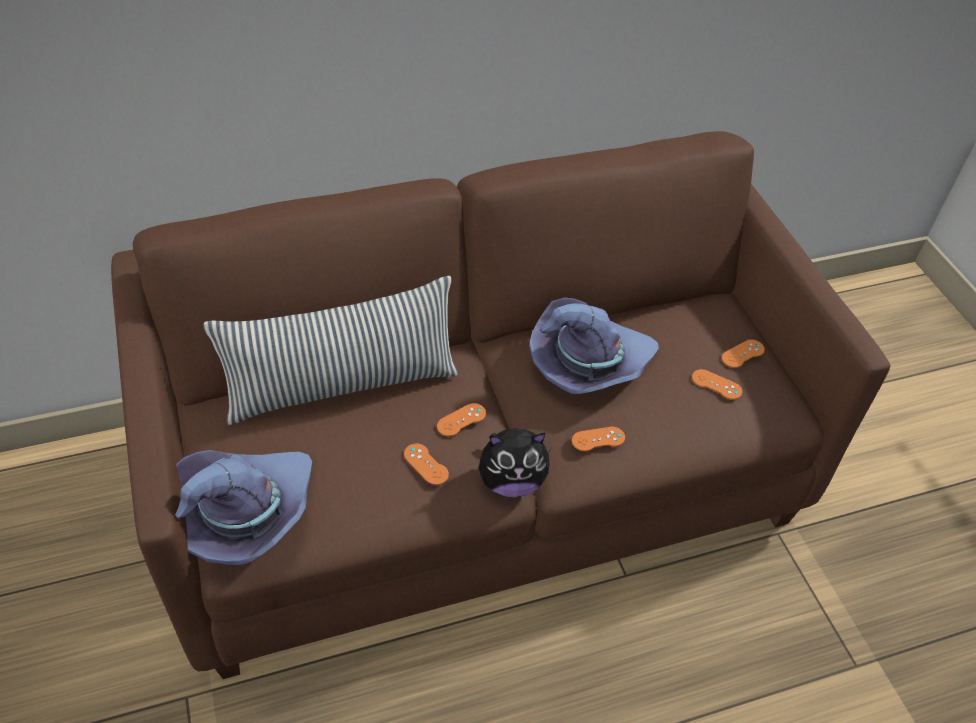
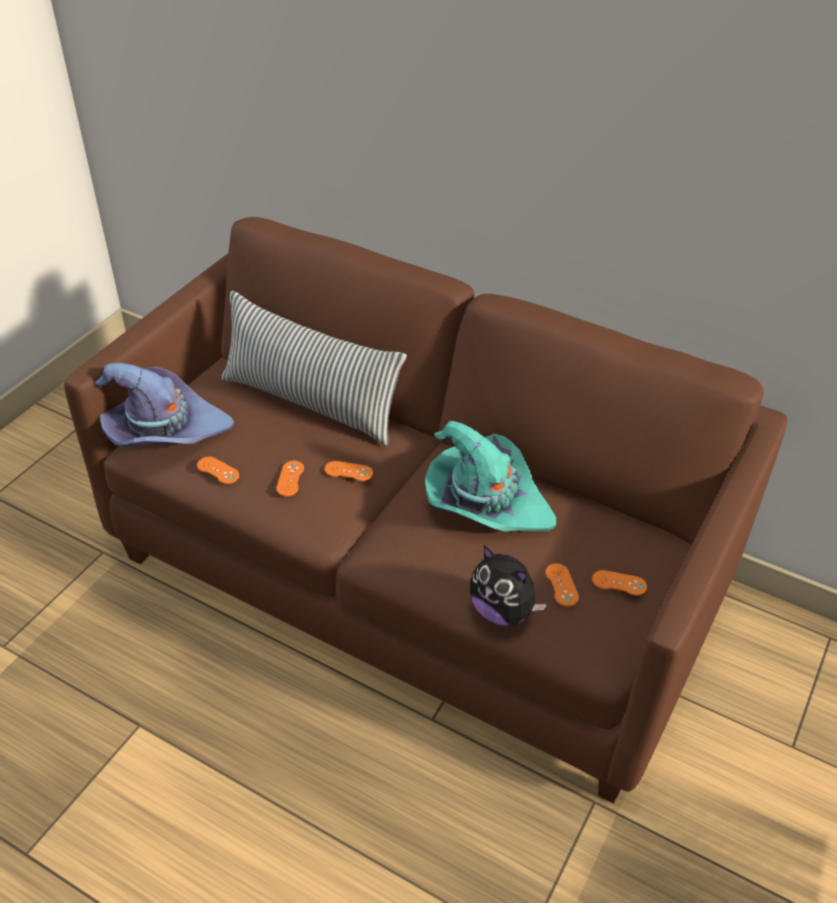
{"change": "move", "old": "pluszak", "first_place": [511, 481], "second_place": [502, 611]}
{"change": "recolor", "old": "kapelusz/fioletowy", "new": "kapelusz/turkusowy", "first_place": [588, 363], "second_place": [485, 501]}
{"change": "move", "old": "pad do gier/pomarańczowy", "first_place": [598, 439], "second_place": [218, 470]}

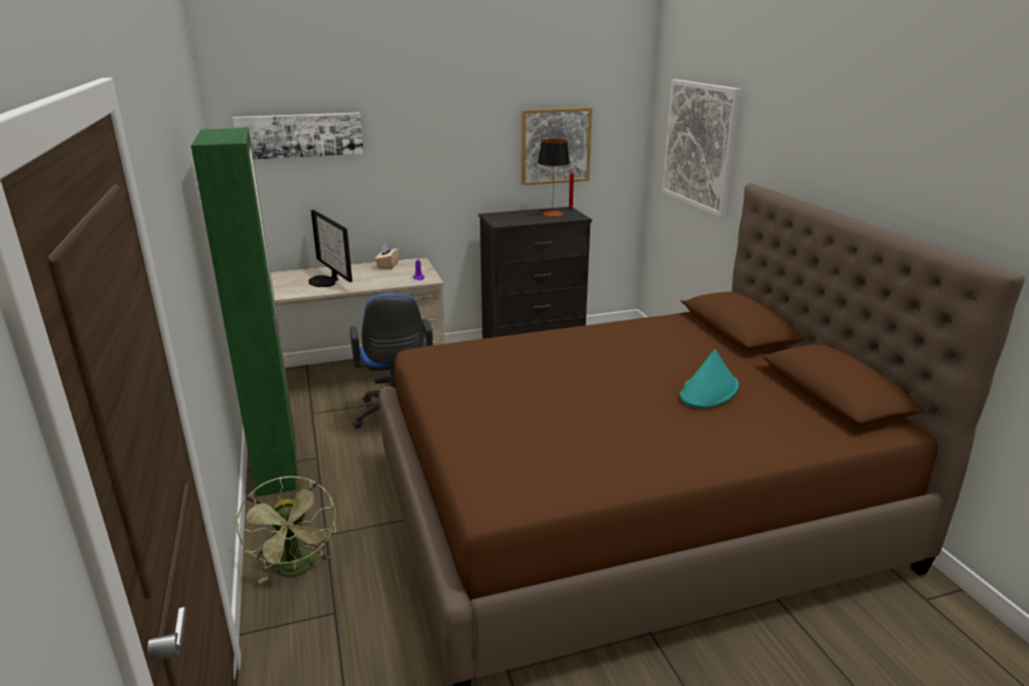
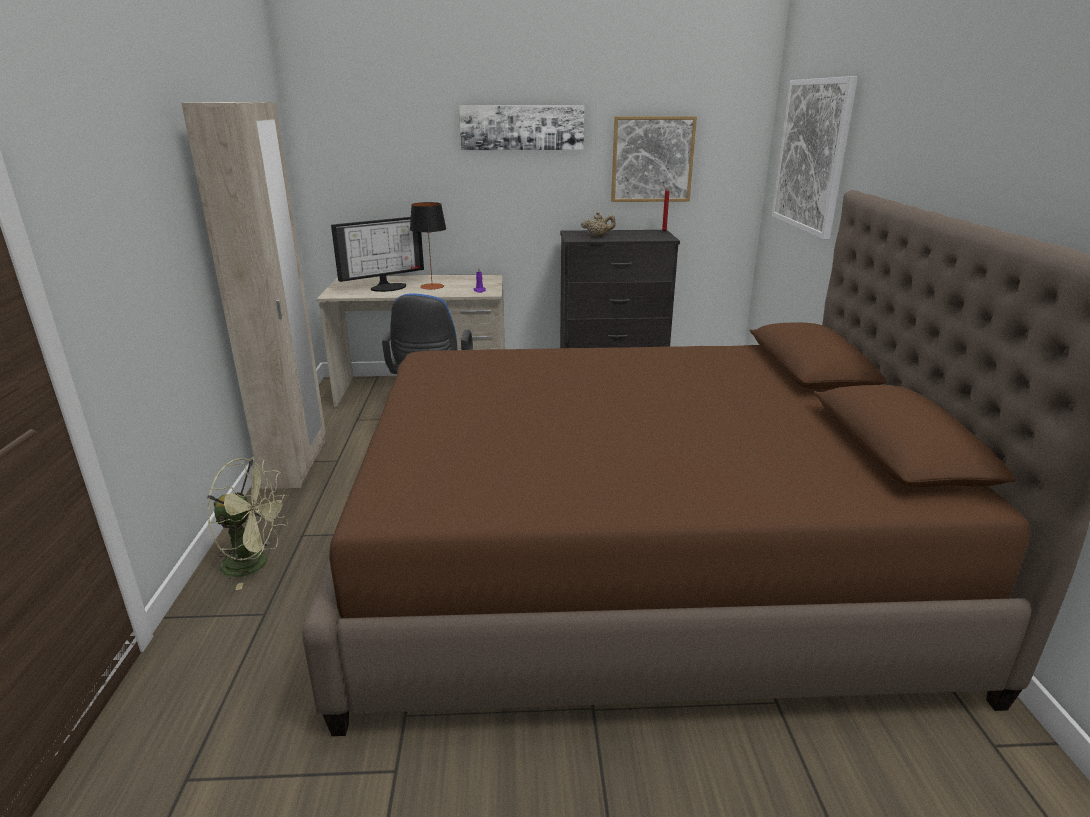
{"change": "recolor", "old": "szafa/zielony", "new": "szafa/beżowy", "first_place": [277, 466], "second_place": [296, 464]}
{"change": "move", "old": "obraz", "first_place": [300, 135], "second_place": [522, 127]}
{"change": "rotate", "old": "wentylator/zielony", "first_place": [297, 569], "second_place": [255, 564], "degrees": -75}
{"change": "rotate", "old": "monitor", "first_place": [326, 281], "second_place": [388, 286], "degrees": -105}
{"change": "delete", "old": "pudełko chusteczek/beżowy", "first_place": [388, 266]}
{"change": "move", "old": "lampa stołowa", "first_place": [552, 213], "second_place": [432, 286]}
{"change": "delete", "old": "kapelusz/turkusowy", "first_place": [709, 391]}
{"change": "insert", "new": "imbryk/beżowy", "second_place": [598, 236]}

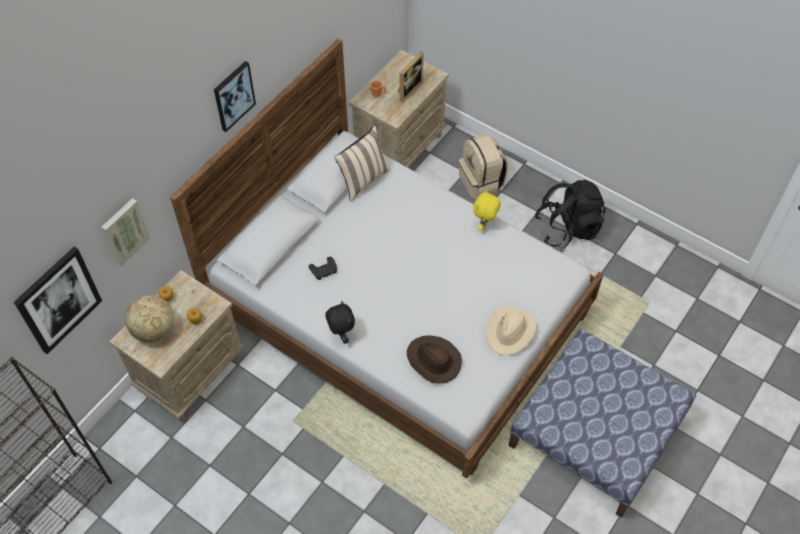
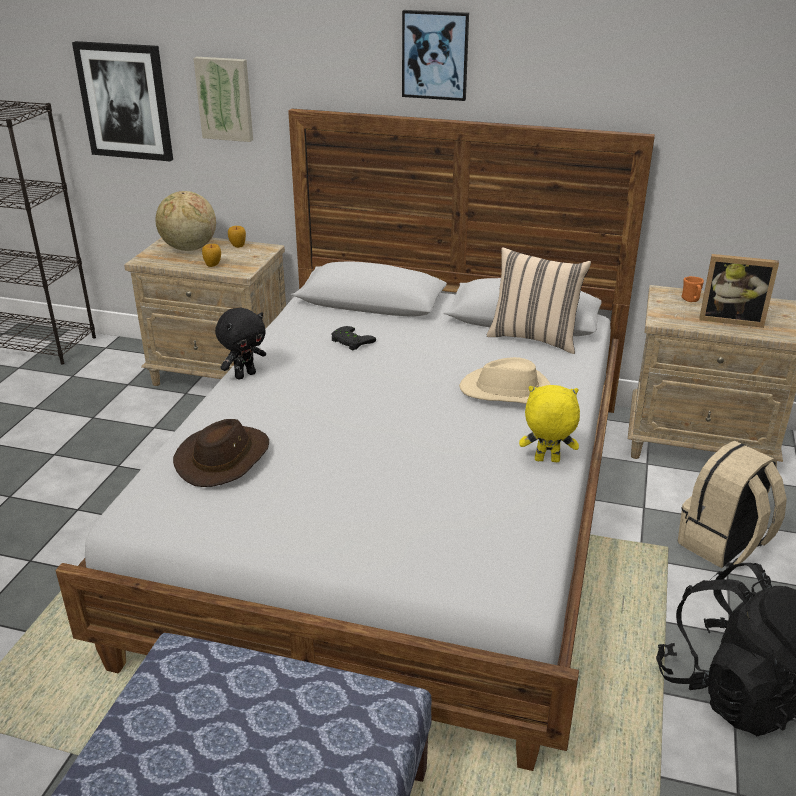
{"change": "move", "old": "kapelusz/beżowy", "first_place": [510, 331], "second_place": [506, 391]}

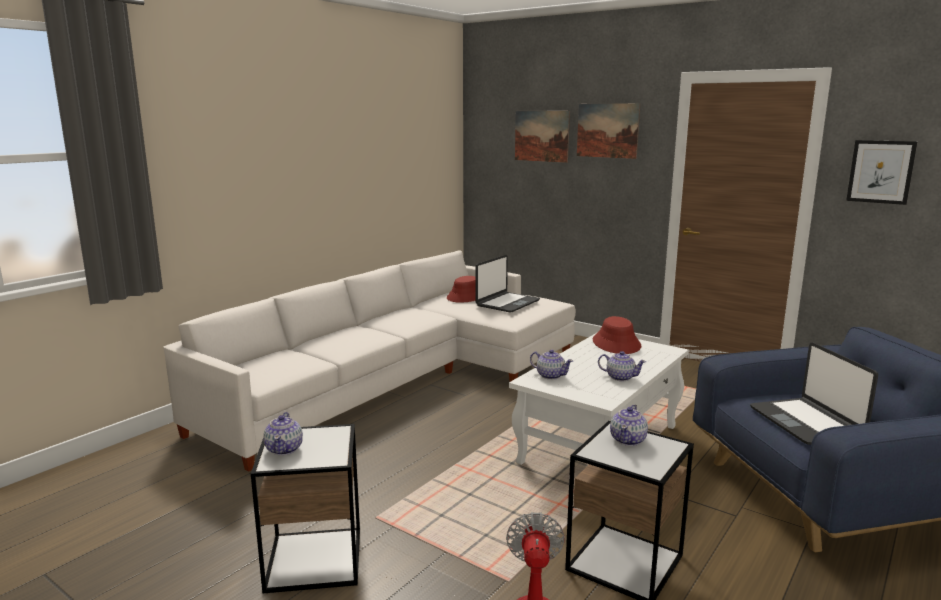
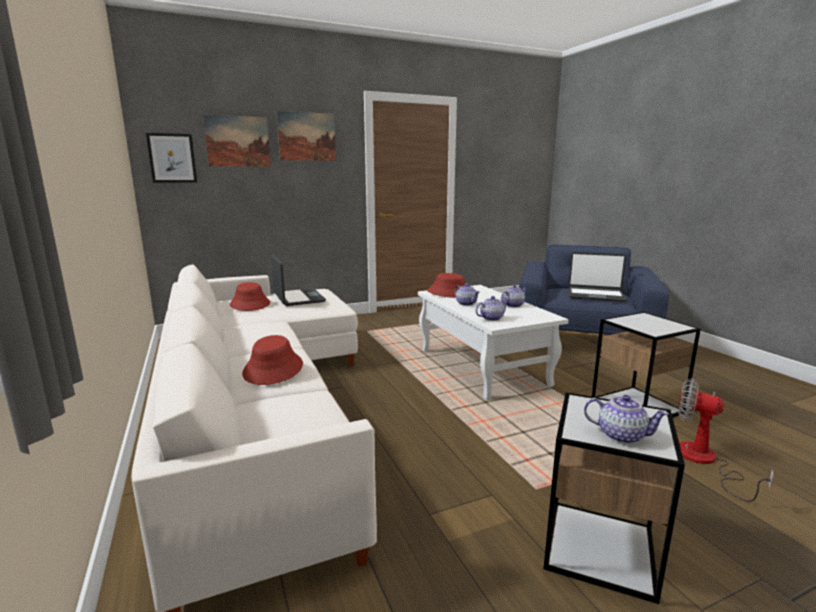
{"change": "move", "old": "imbryk", "first_place": [628, 440], "second_place": [466, 303]}
{"change": "move", "old": "obraz", "first_place": [880, 171], "second_place": [172, 158]}
{"change": "insert", "new": "kapelusz/czerwony", "second_place": [273, 369]}

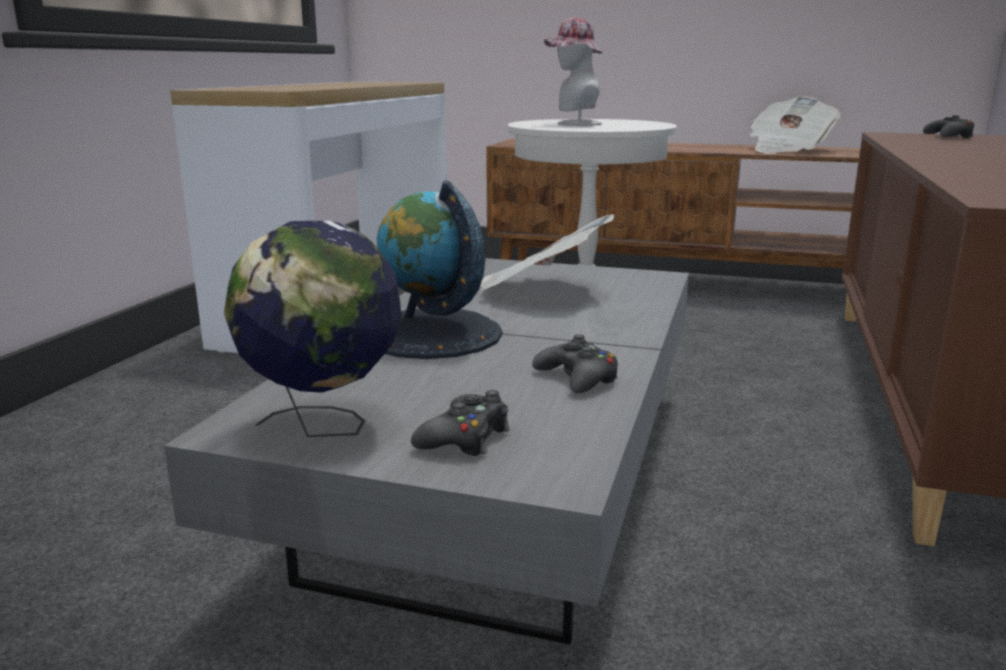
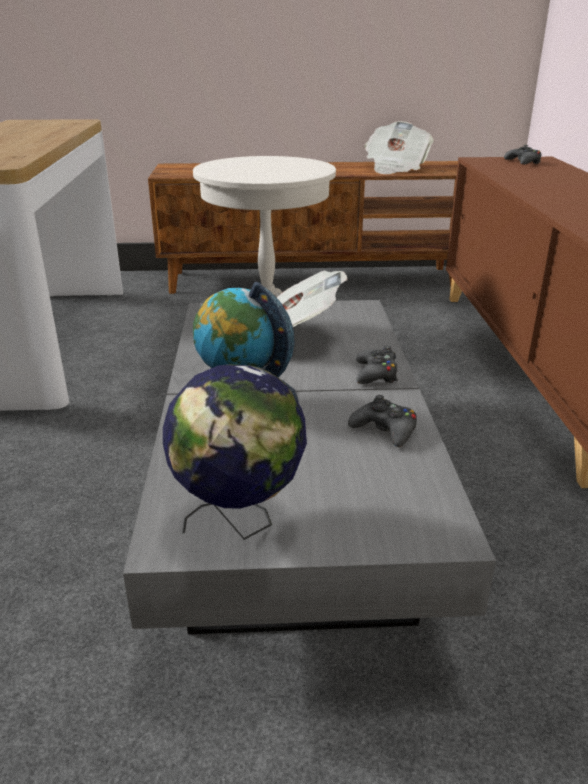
{"change": "move", "old": "pad do gier/czarny", "first_place": [465, 438], "second_place": [376, 374]}
{"change": "delete", "old": "kapelusz", "first_place": [573, 124]}

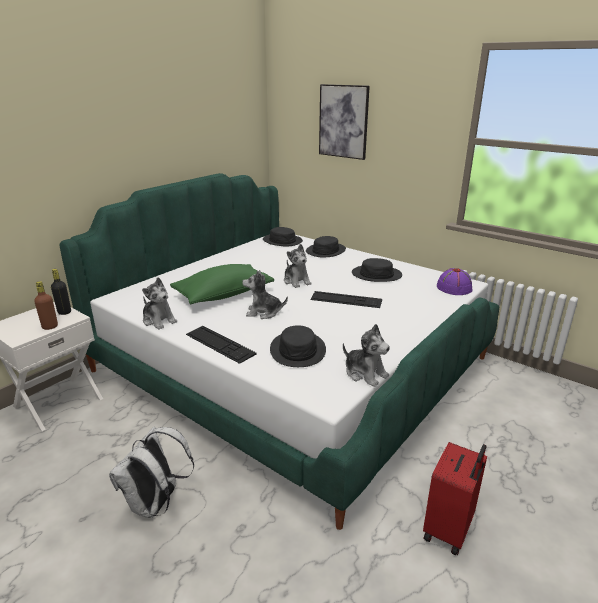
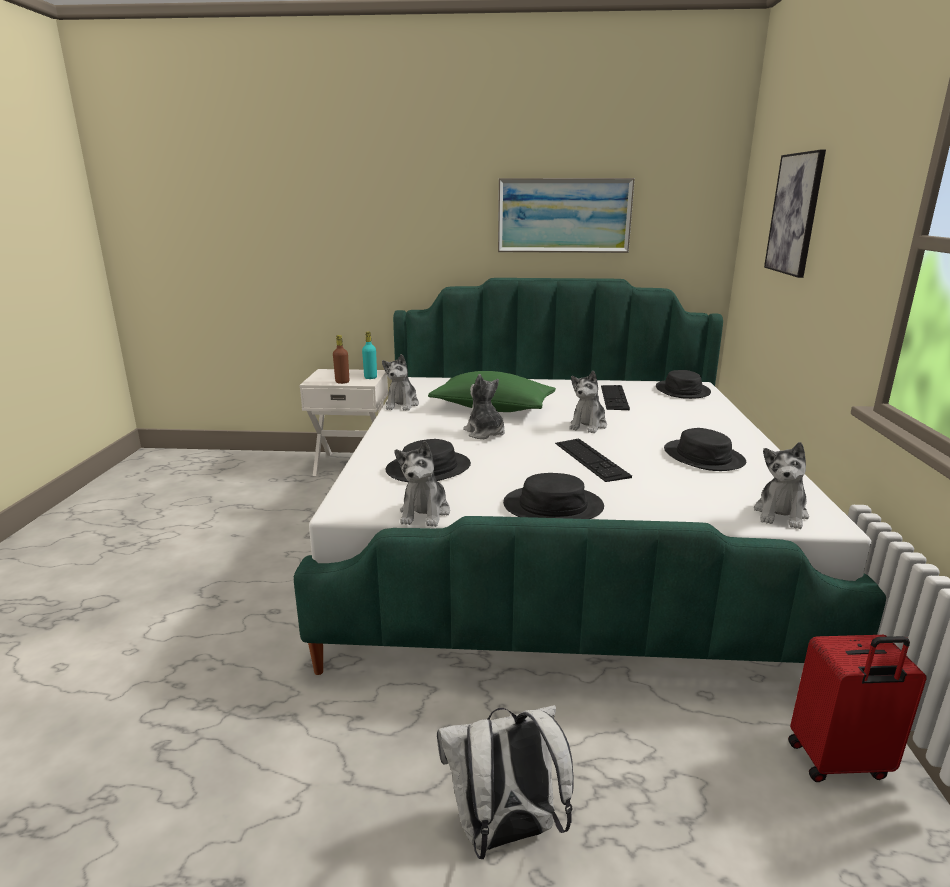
{"change": "recolor", "old": "butelka/czarny", "new": "butelka/turkusowy", "first_place": [64, 312], "second_place": [370, 377]}
{"change": "move", "old": "plecak/biały", "first_place": [156, 504], "second_place": [505, 833]}
{"change": "move", "old": "klawiatura", "first_place": [219, 344], "second_place": [614, 397]}
{"change": "move", "old": "kapelusz/czarny", "first_place": [325, 251], "second_place": [553, 506]}
{"change": "move", "old": "walizka/czerwony", "first_place": [449, 530], "second_place": [838, 762]}
{"change": "replace", "old": "kapelusz/fioletowy", "new": "pluszak", "first_place": [454, 287], "second_place": [781, 514]}
{"change": "insert", "new": "obraz", "second_place": [564, 215]}

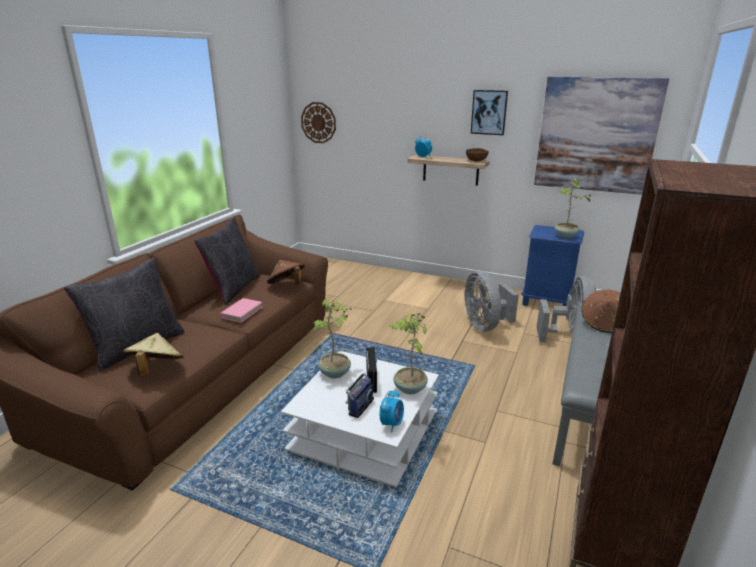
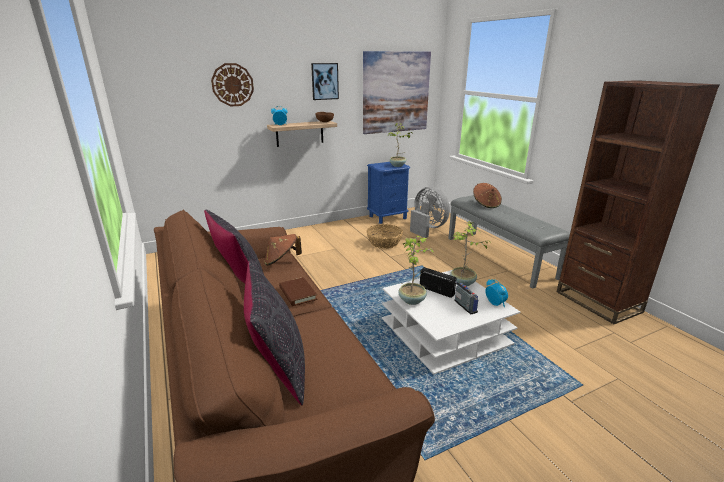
{"change": "delete", "old": "kapelusz/beżowy", "first_place": [156, 369]}
{"change": "recolor", "old": "książka/różowy", "new": "książka/brązowy", "first_place": [242, 312], "second_place": [298, 293]}
{"change": "move", "old": "zegar ścienny", "first_place": [318, 122], "second_place": [232, 85]}
{"change": "replace", "old": "wentylator/szary", "new": "koszyk", "first_place": [485, 325], "second_place": [384, 243]}

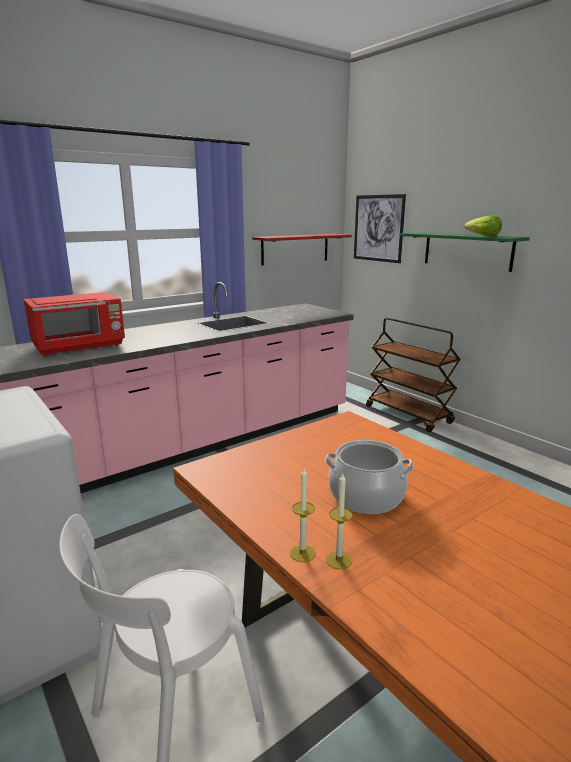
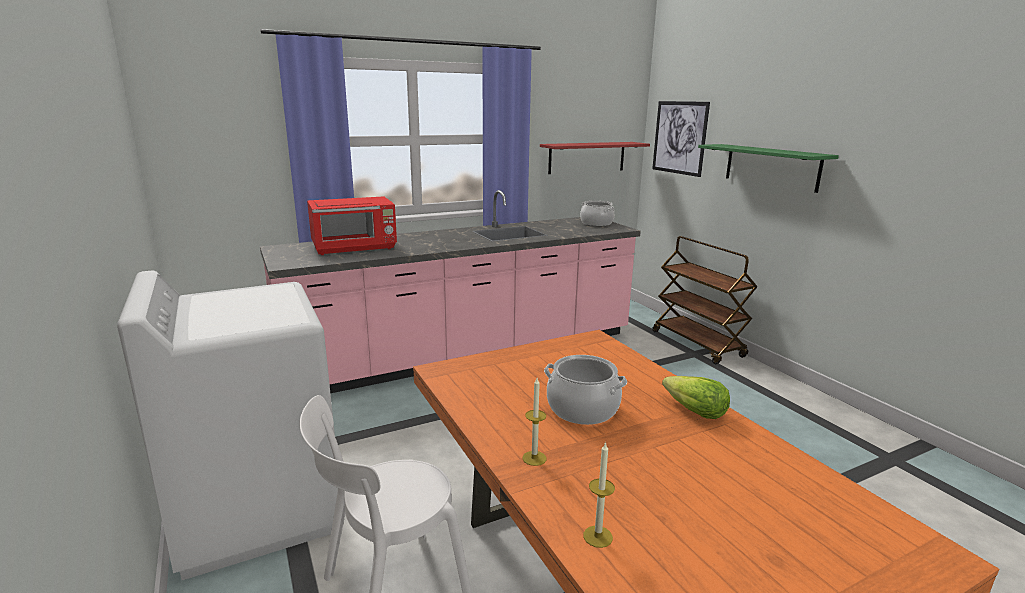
{"change": "move", "old": "świeca", "first_place": [302, 553], "second_place": [597, 536]}
{"change": "move", "old": "sałata", "first_place": [483, 236], "second_place": [694, 411]}
{"change": "insert", "new": "garnek", "second_place": [596, 223]}

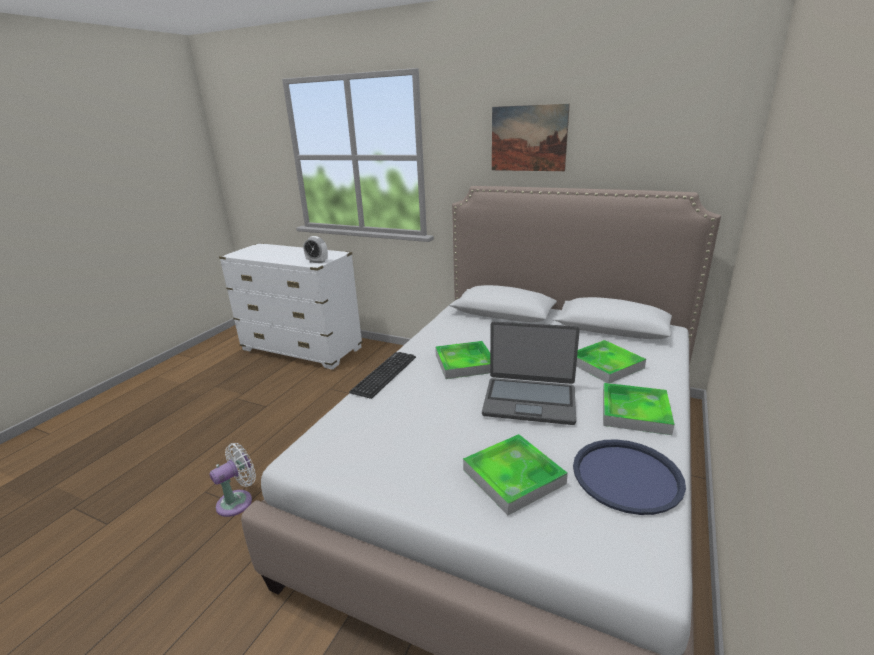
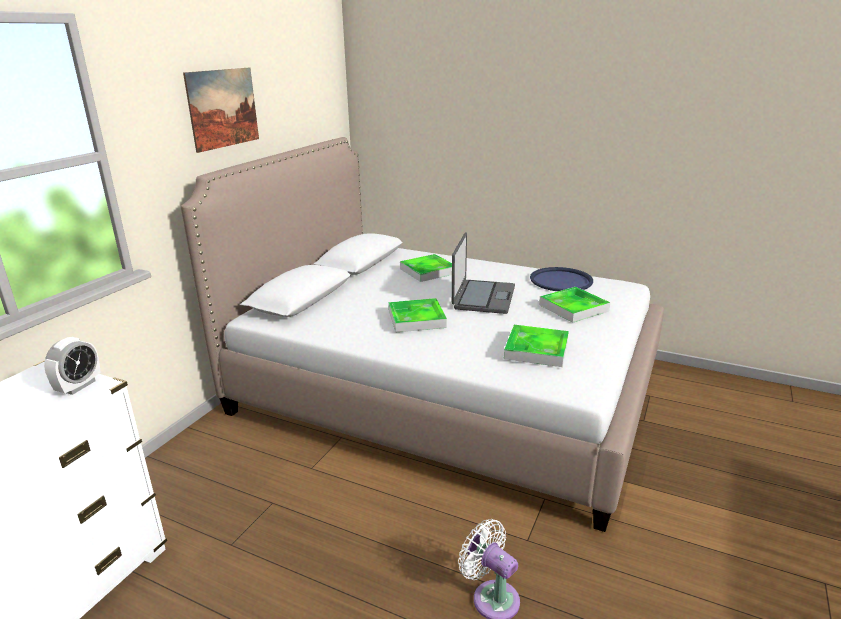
{"change": "delete", "old": "klawiatura", "first_place": [384, 374]}
{"change": "move", "old": "taca", "first_place": [635, 412], "second_place": [536, 349]}

